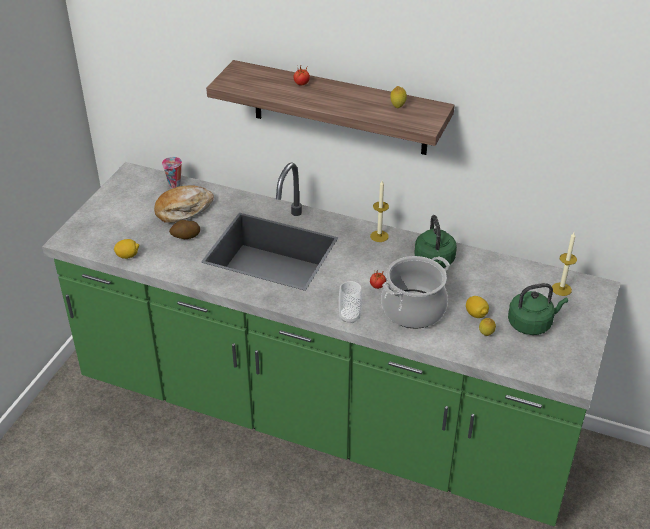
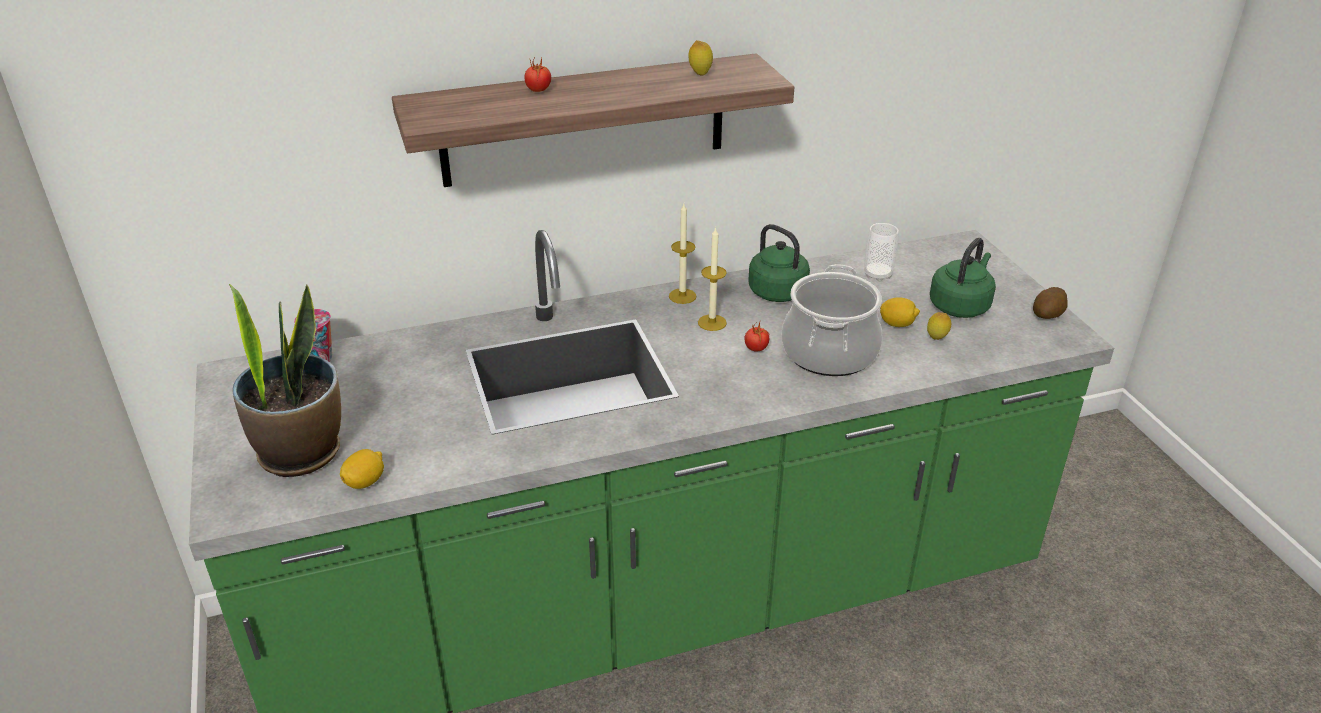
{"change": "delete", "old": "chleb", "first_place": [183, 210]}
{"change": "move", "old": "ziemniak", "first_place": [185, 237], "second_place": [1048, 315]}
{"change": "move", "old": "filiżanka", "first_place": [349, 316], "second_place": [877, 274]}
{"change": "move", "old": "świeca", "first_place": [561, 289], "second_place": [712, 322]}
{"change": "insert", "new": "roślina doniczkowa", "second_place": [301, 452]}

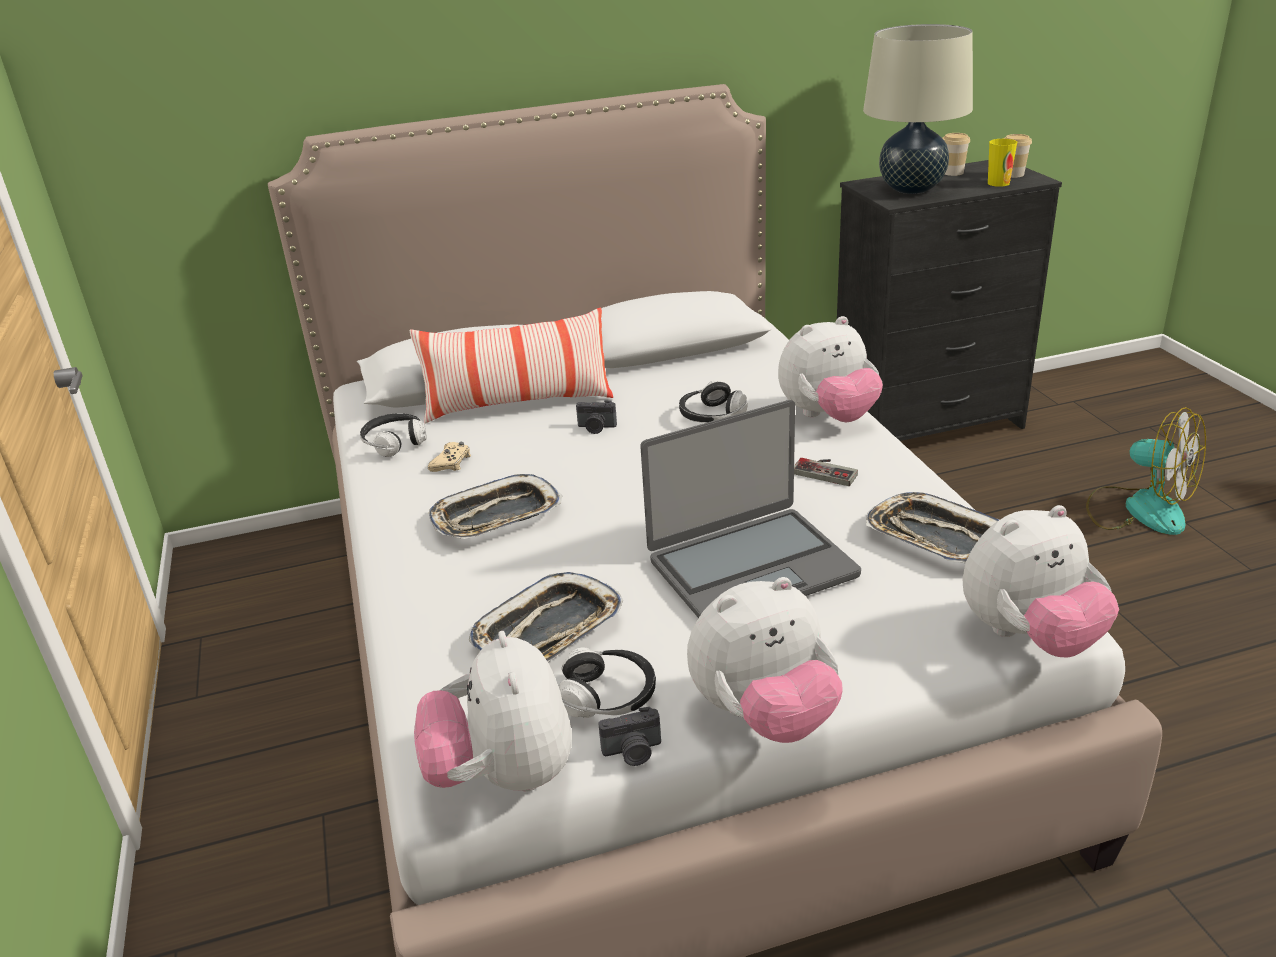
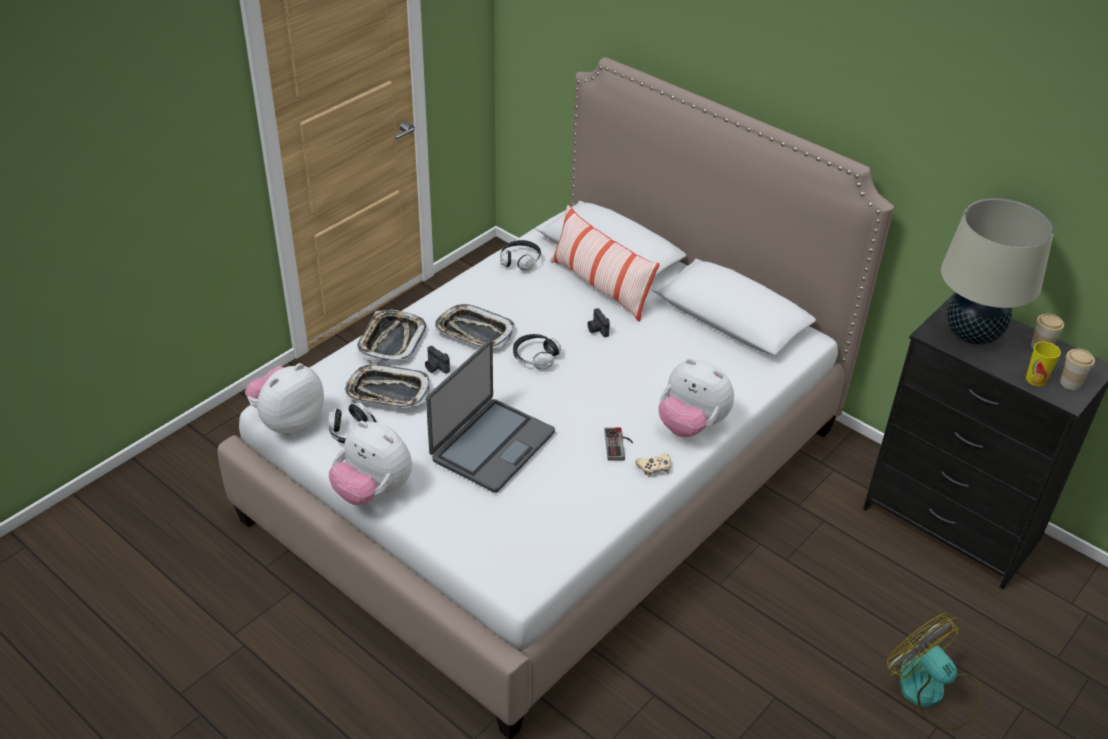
{"change": "move", "old": "pad do gier/beżowy", "first_place": [451, 462], "second_place": [654, 468]}
{"change": "move", "old": "aparat fotograficzny", "first_place": [633, 752], "second_place": [435, 368]}
{"change": "rotate", "old": "laptop", "first_place": [751, 567], "second_place": [491, 445], "degrees": -90}
{"change": "move", "old": "słuchawki", "first_place": [711, 416], "second_place": [535, 357]}
{"change": "move", "old": "taca", "first_place": [935, 537], "second_place": [391, 340]}
{"change": "delete", "old": "pluszak", "first_place": [1029, 637]}
{"change": "rotate", "old": "wentylator", "first_place": [1139, 509], "second_place": [931, 692], "degrees": 135}

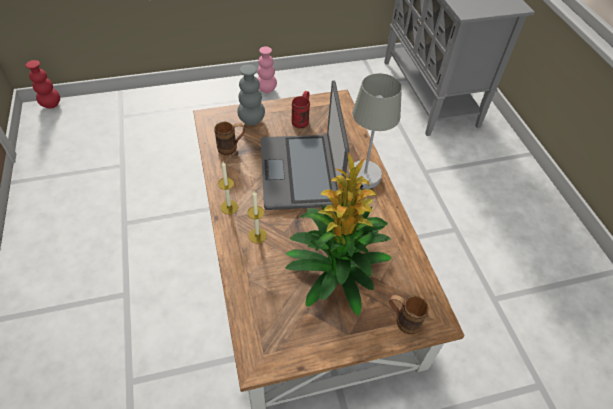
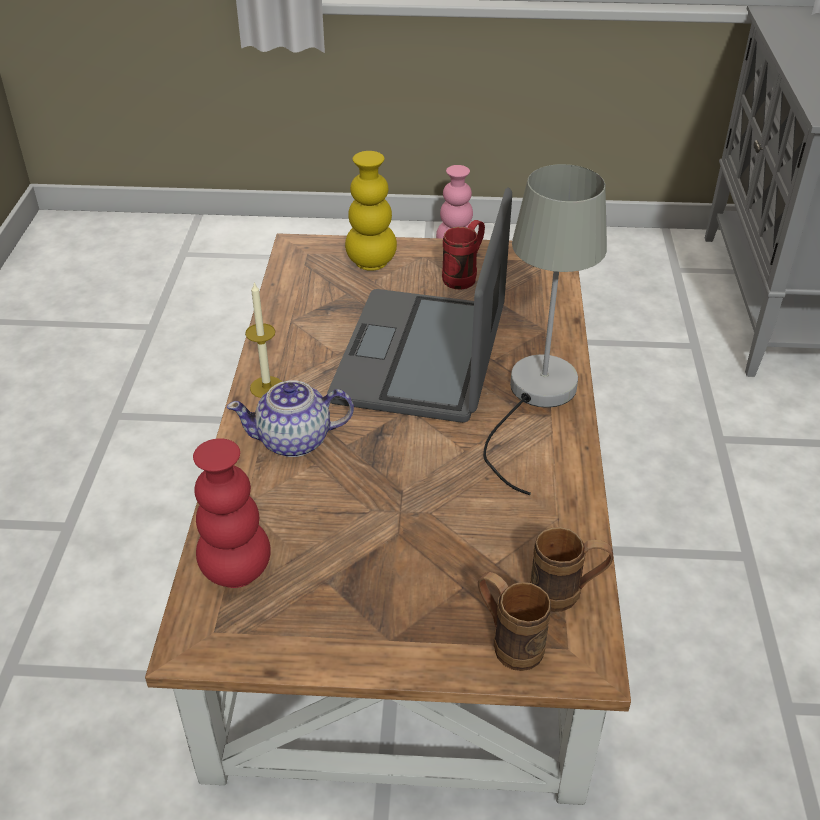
{"change": "move", "old": "wazon/czerwony", "first_place": [51, 104], "second_place": [236, 572]}
{"change": "move", "old": "kubek/brązowy", "first_place": [231, 148], "second_place": [566, 595]}
{"change": "recolor", "old": "wazon/szary", "new": "wazon/żółty", "first_place": [251, 120], "second_place": [371, 263]}
{"change": "replace", "old": "świeca", "new": "imbryk", "first_place": [257, 235], "second_place": [295, 440]}
{"change": "delete", "old": "roślina doniczkowa", "first_place": [336, 269]}

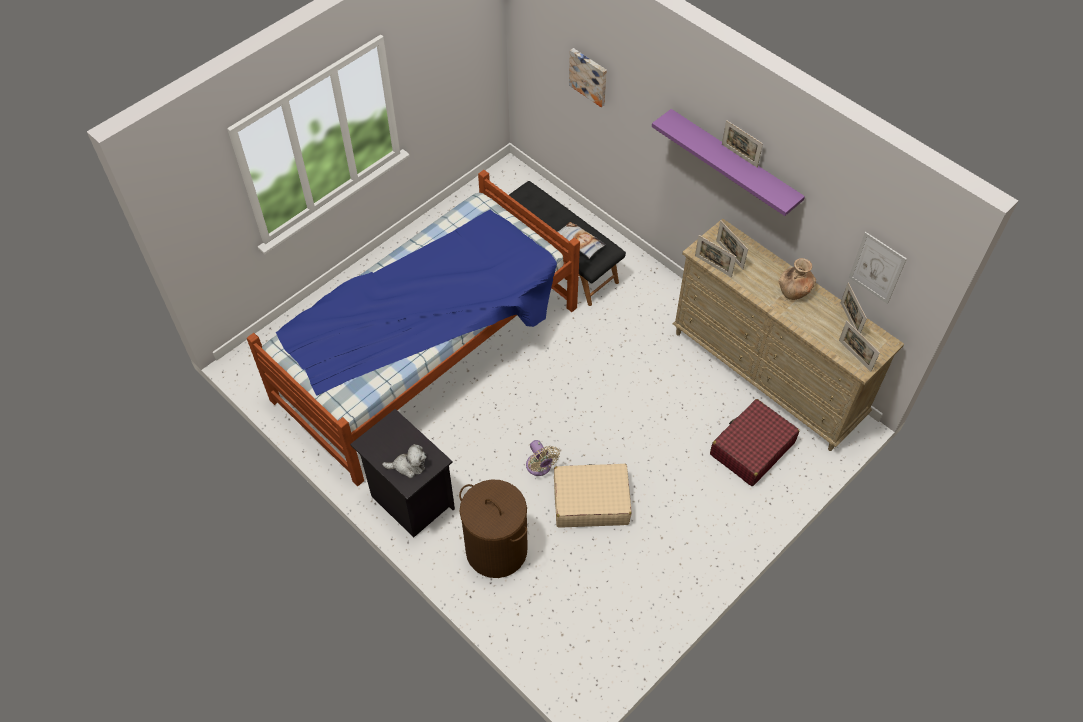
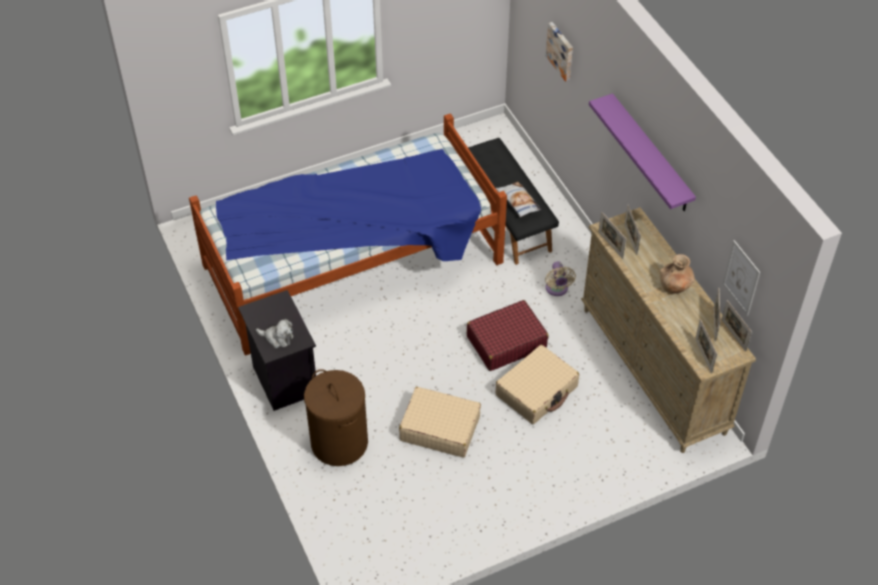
{"change": "move", "old": "wentylator/beżowy", "first_place": [540, 467], "second_place": [557, 289]}
{"change": "move", "old": "walizka/czerwony", "first_place": [751, 448], "second_place": [506, 342]}
{"change": "move", "old": "ramka na zdjęcie", "first_place": [739, 156], "second_place": [733, 335]}
{"change": "insert", "new": "walizka/beżowy", "second_place": [537, 391]}

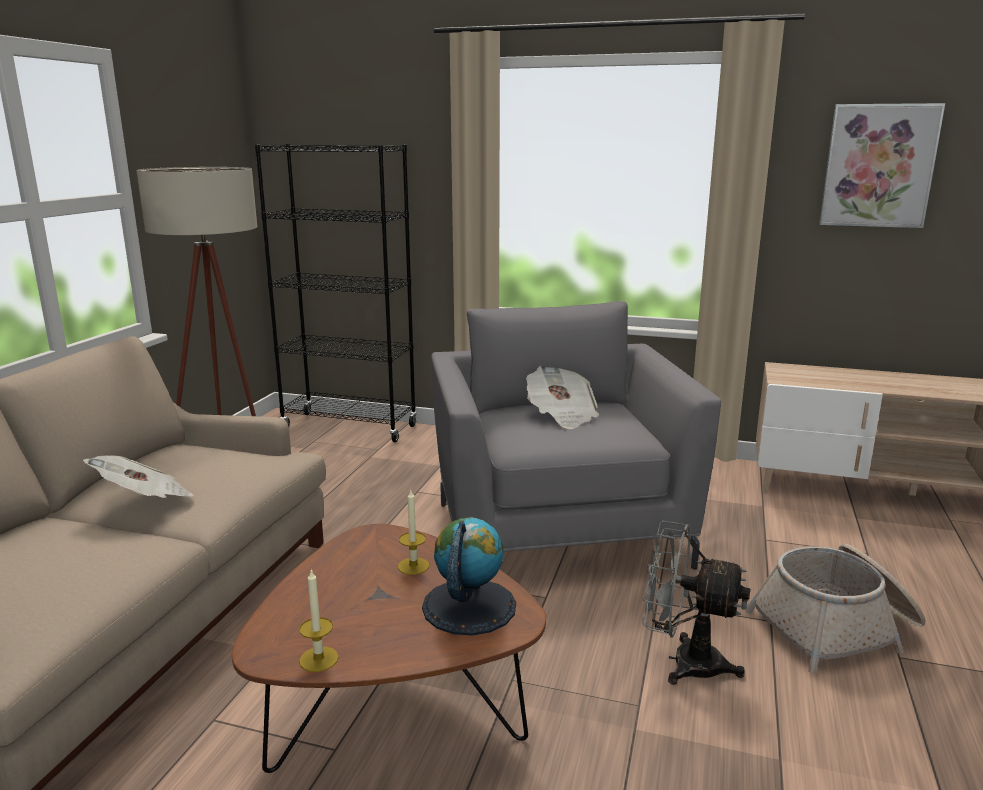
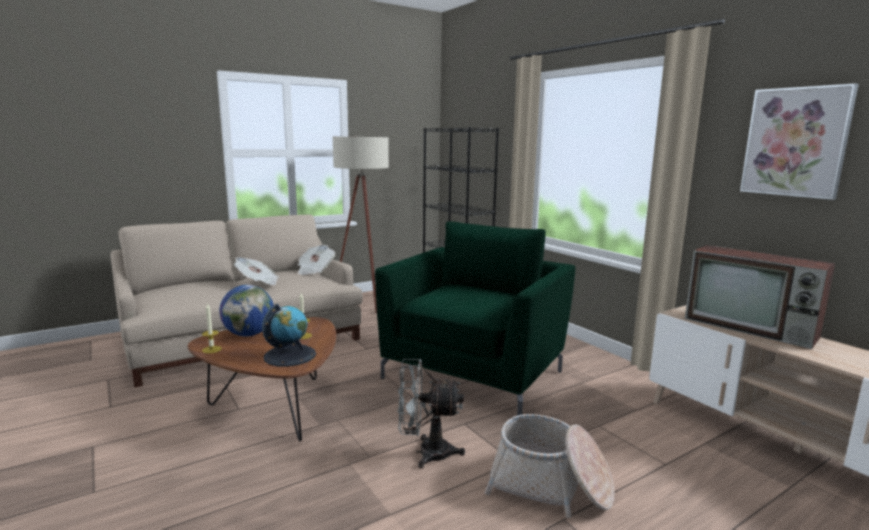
{"change": "recolor", "old": "fotel/szary", "new": "fotel/zielony", "first_place": [559, 531], "second_place": [475, 373]}
{"change": "move", "old": "gazeta", "first_place": [561, 415], "second_place": [315, 270]}
{"change": "rotate", "old": "wentylator/szary", "first_place": [683, 661], "second_place": [426, 453], "degrees": -60}
{"change": "insert", "new": "globus", "second_place": [249, 334]}
{"change": "insert", "new": "telewizor", "second_place": [752, 328]}

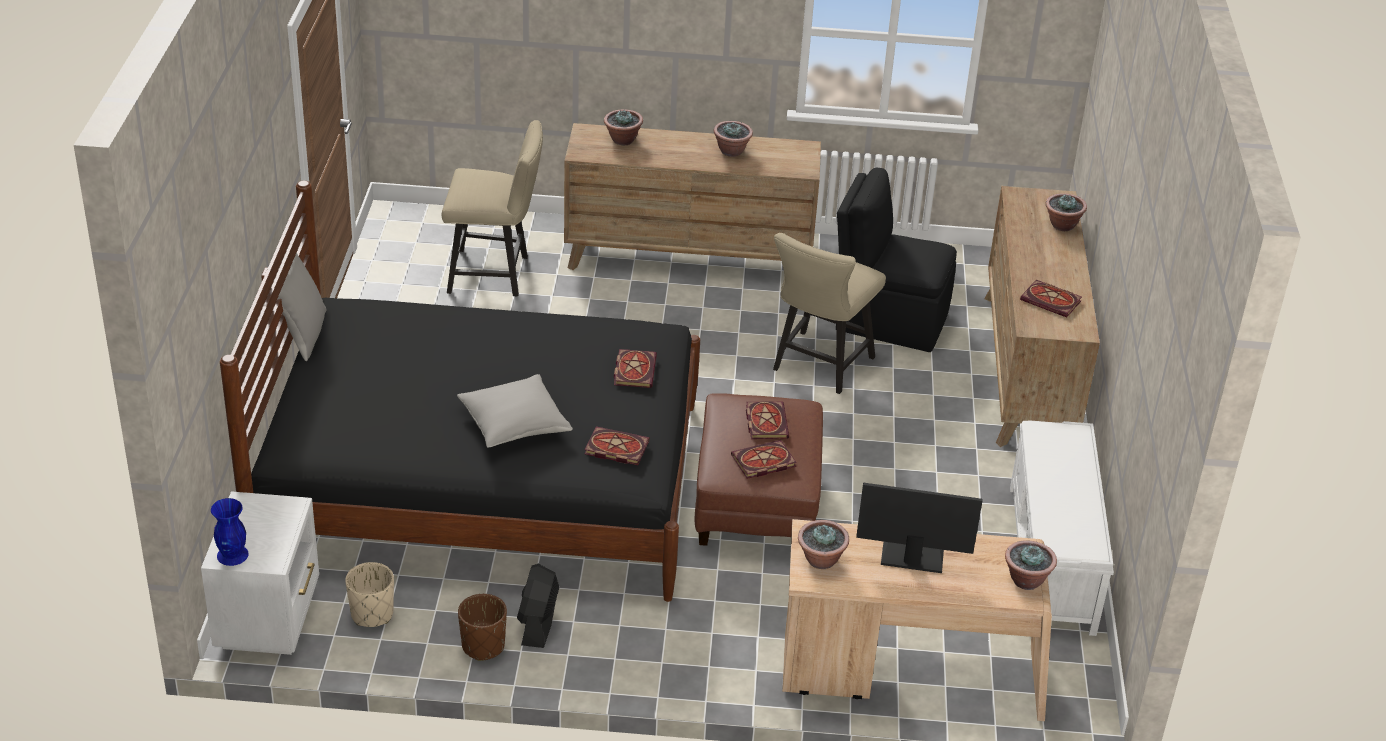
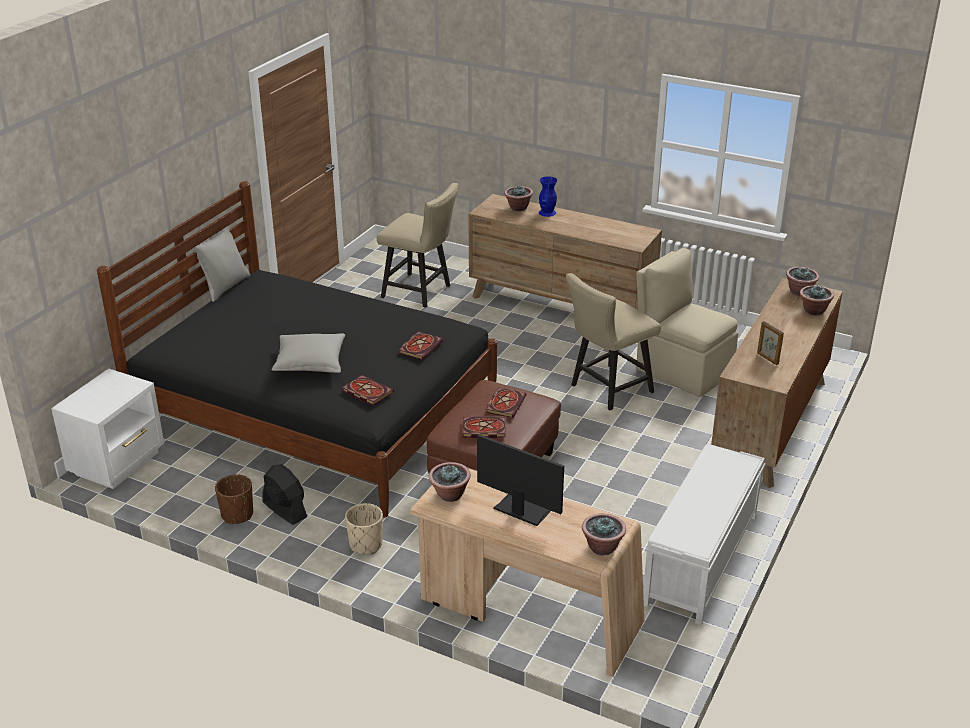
{"change": "move", "old": "wazon/niebieski", "first_place": [232, 555], "second_place": [547, 213]}
{"change": "move", "old": "donica/beżowy", "first_place": [372, 614], "second_place": [365, 545]}
{"change": "rotate", "old": "wentylator/czarny", "first_place": [538, 623], "second_place": [284, 509], "degrees": 105}
{"change": "move", "old": "roślina doniczkowa", "first_place": [731, 151], "second_place": [800, 292]}
{"change": "recolor", "old": "krzesło/czarny", "new": "krzesło/beżowy", "first_place": [888, 320], "second_place": [682, 370]}
{"change": "replace", "old": "książka", "new": "ramka na zdjęcie", "first_place": [1052, 301], "second_place": [767, 358]}

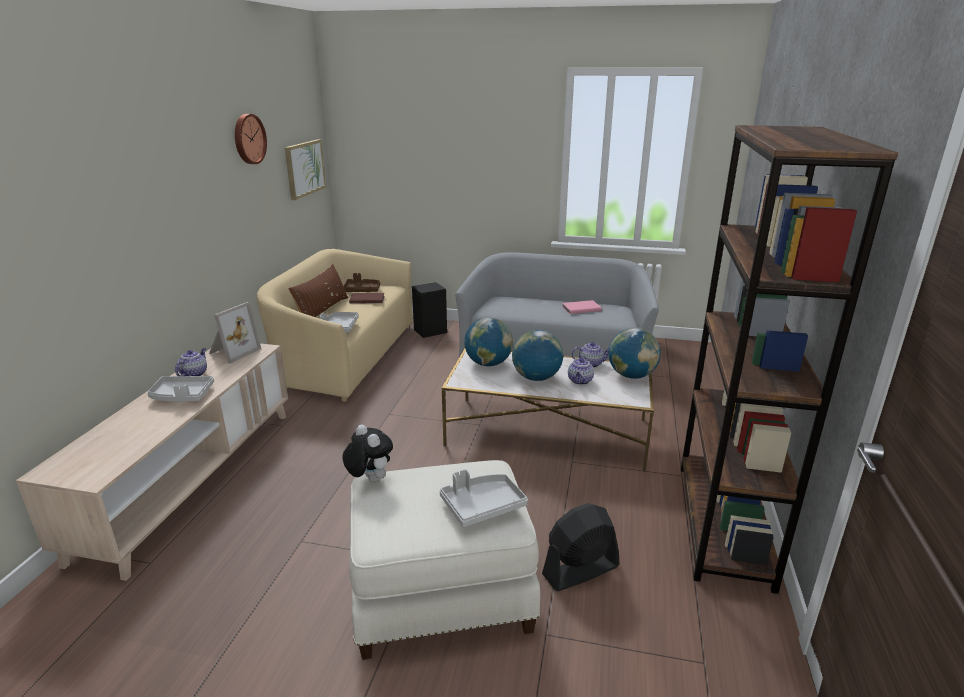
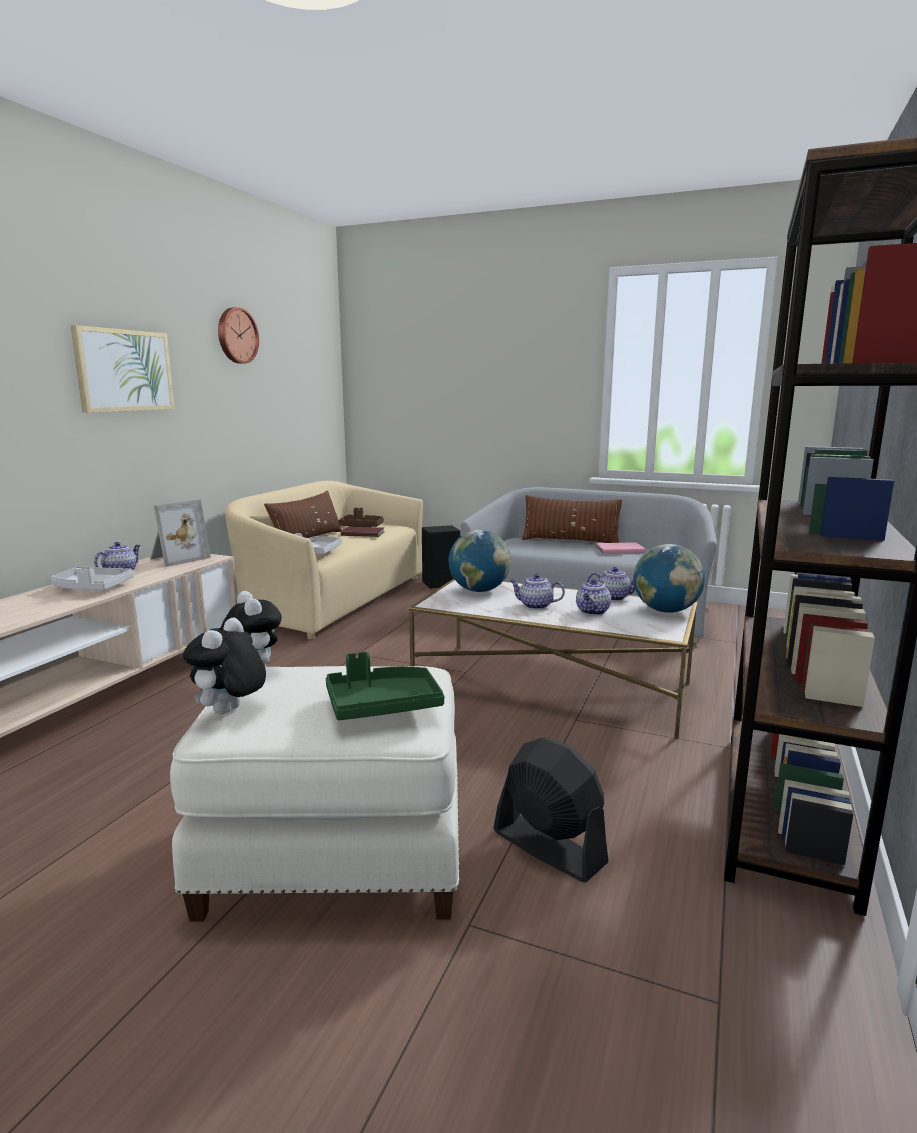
{"change": "move", "old": "obraz", "first_place": [304, 168], "second_place": [124, 370]}
{"change": "recolor", "old": "taca/szary", "new": "taca/zielony", "first_place": [482, 506], "second_place": [382, 705]}
{"change": "replace", "old": "globus", "new": "imbryk", "first_place": [536, 378], "second_place": [535, 605]}
{"change": "rotate", "old": "wentylator/czarny", "first_place": [580, 570], "second_place": [548, 847], "degrees": 60}
{"change": "insert", "new": "pluszak", "second_place": [230, 712]}
{"change": "insert", "new": "poduszka/brązowy", "second_place": [570, 541]}

